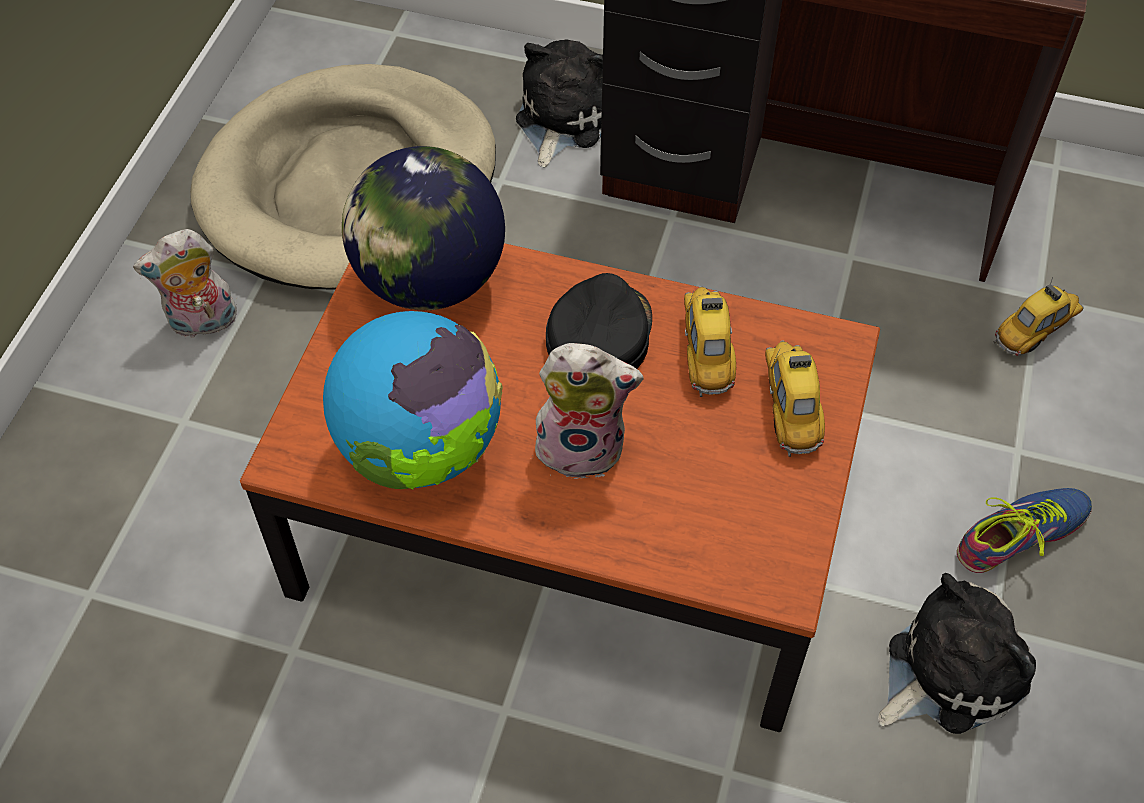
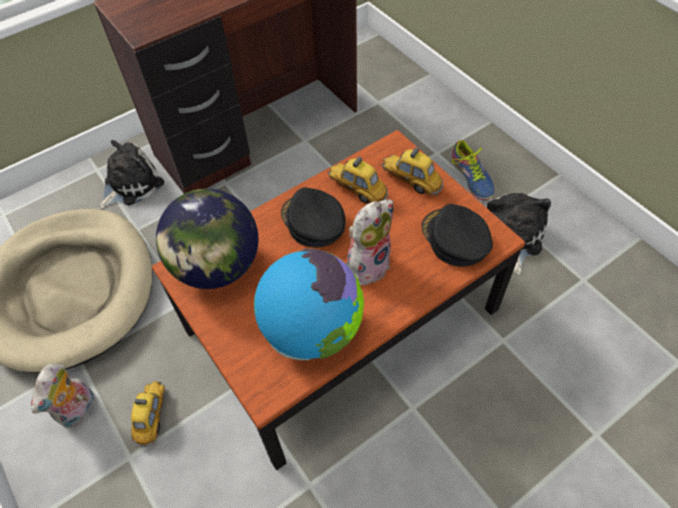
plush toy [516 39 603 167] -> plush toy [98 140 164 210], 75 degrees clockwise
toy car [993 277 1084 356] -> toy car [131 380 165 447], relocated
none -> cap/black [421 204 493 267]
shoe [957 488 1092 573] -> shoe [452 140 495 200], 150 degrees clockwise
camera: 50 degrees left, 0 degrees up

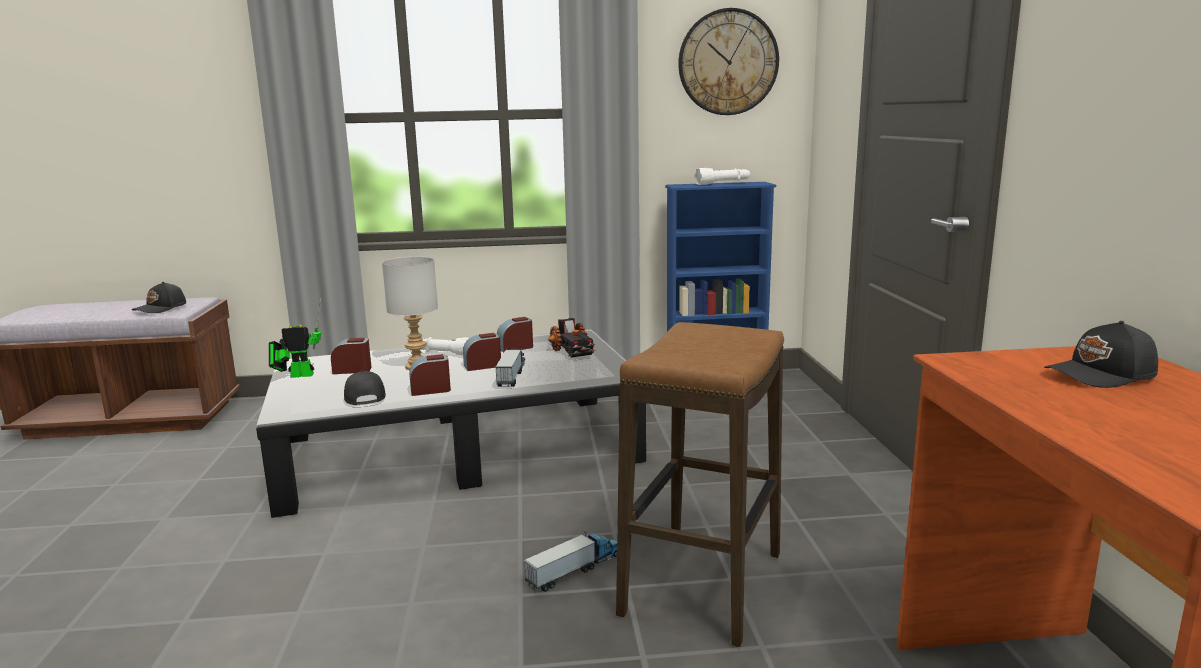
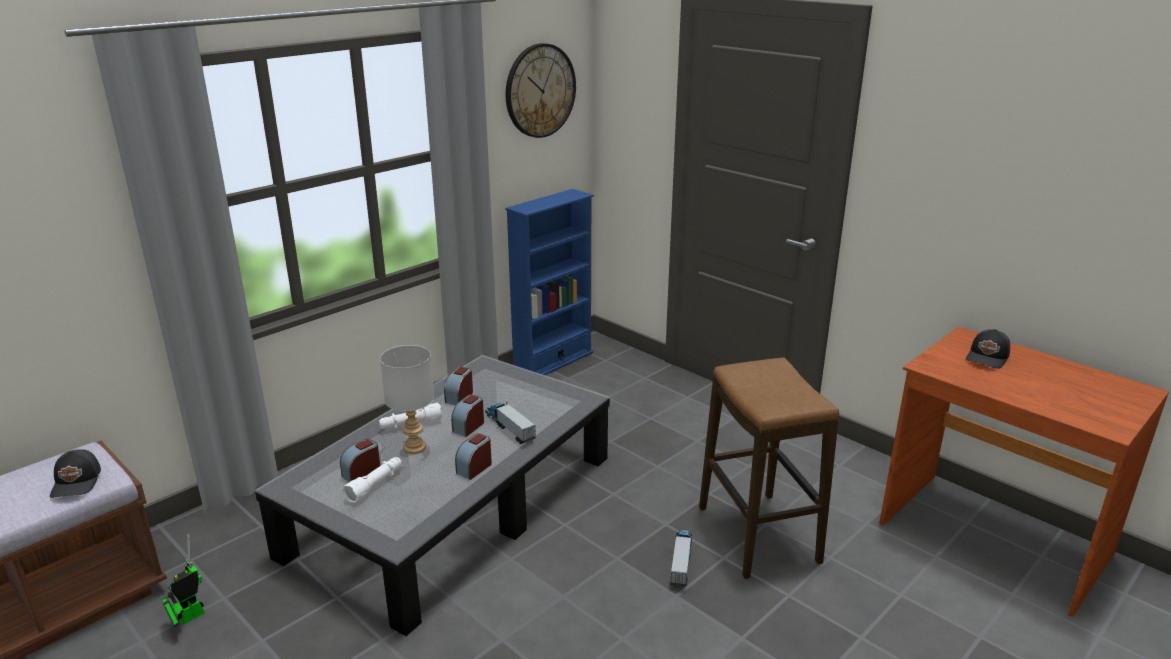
toy robot [269 299 321 378] -> toy robot [161 534 205 627], relocated
flashlight/white [694 168 750 185] -> flashlight/white [342 457 402 503], relocated
cap/black [344 370 386 405] -> none
toy truck [548 318 596 358] -> none
camera: 40 degrees left, 10 degrees up

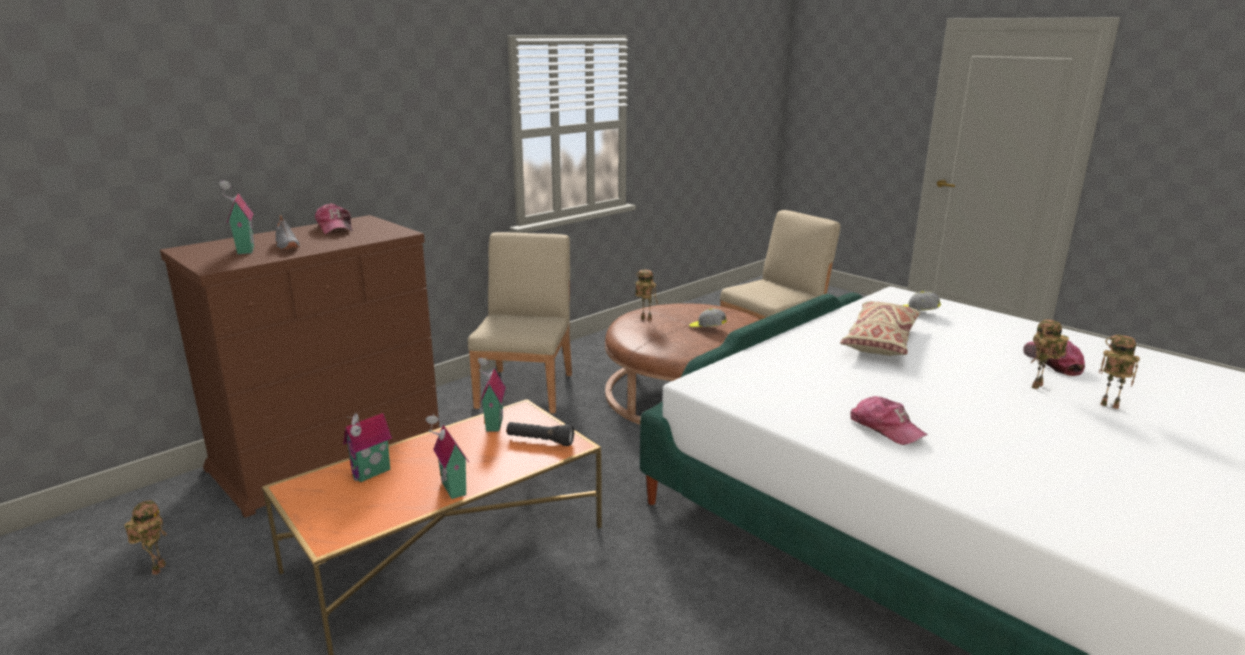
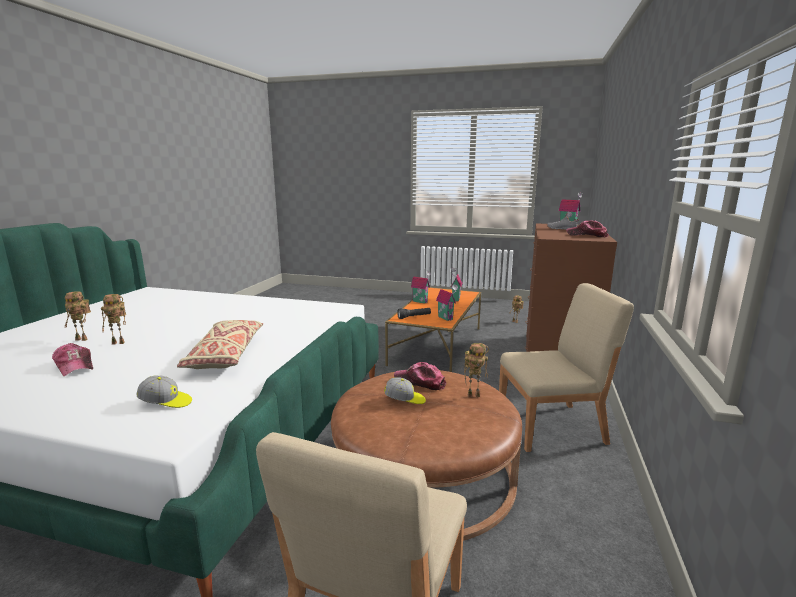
toy robot [1031 319 1069 389] -> toy robot [101 294 126 345], 60 degrees clockwise
cap [850 396 927 445] -> cap [394 362 446 390], relocated
chair/beige [468 232 572 414] -> chair/beige [499 283 634 452], 75 degrees counterclockwise
camera: 150 degrees right, 5 degrees down

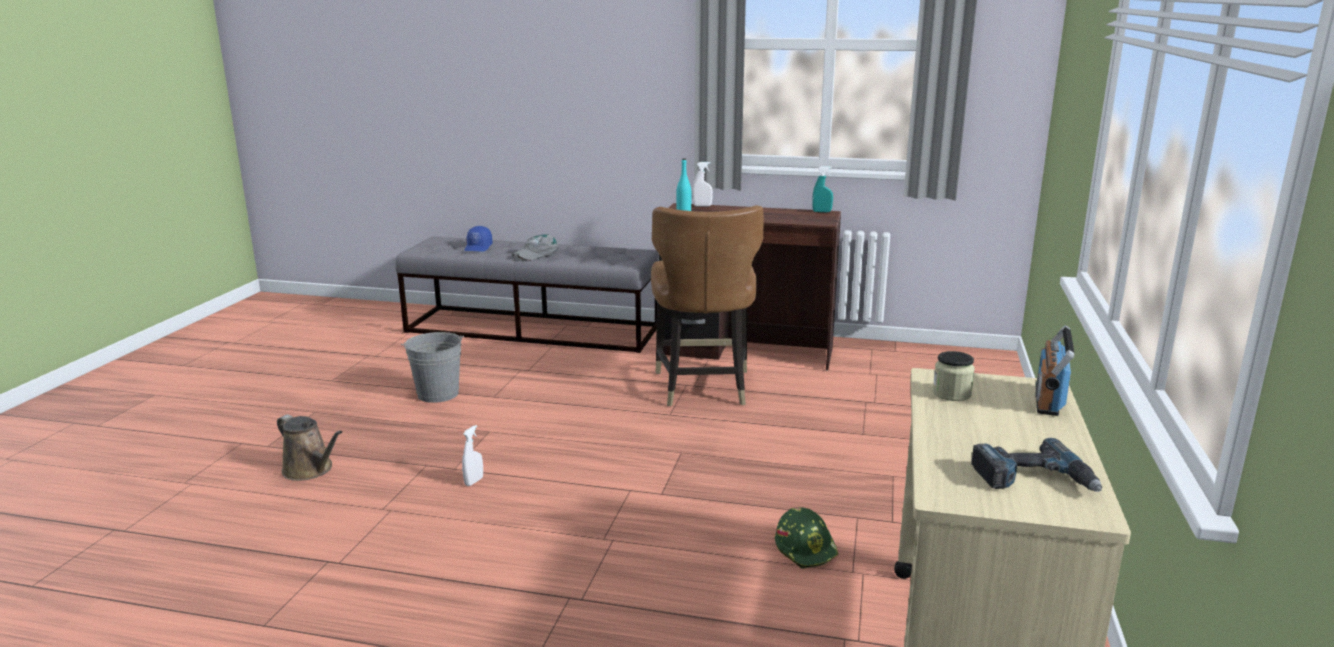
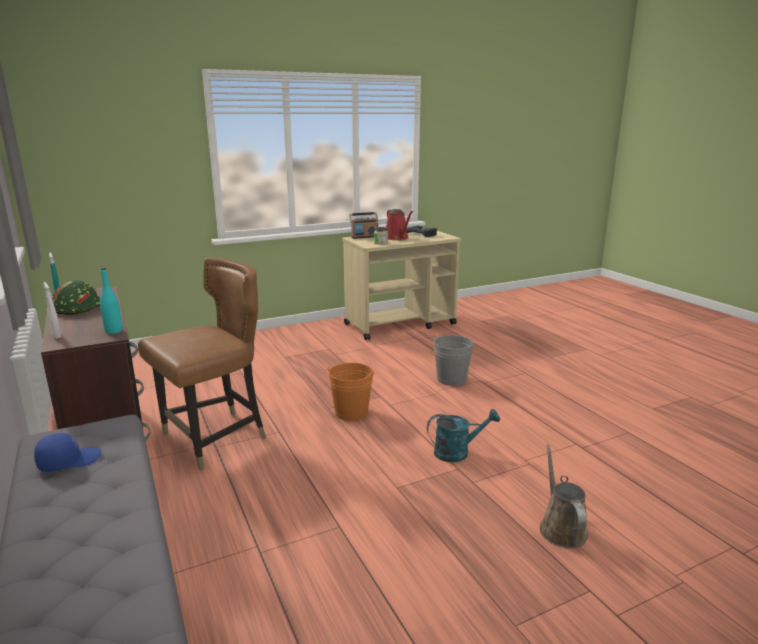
cap/blue [464 226 492 252] -> cap/blue [34 433 101 472], relocated
hard hat/green [775 507 838 569] -> hard hat/green [52 280 101 315], relocated
none -> bucket/orange [326 363 375 421]
none -> watering can/red [386 209 413 240]
spray bottle/white [462 425 483 486] -> watering can/turquoise [427 409 500 462]
bucket/grey [401 332 464 403] -> bucket/grey [432 335 474 386], relocated
cap/grey [512 234 559 261] -> none
camera: 130 degrees left, 0 degrees up

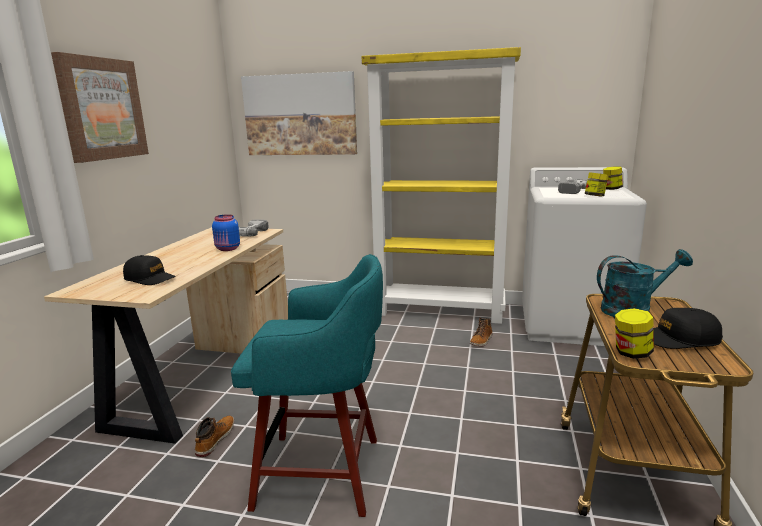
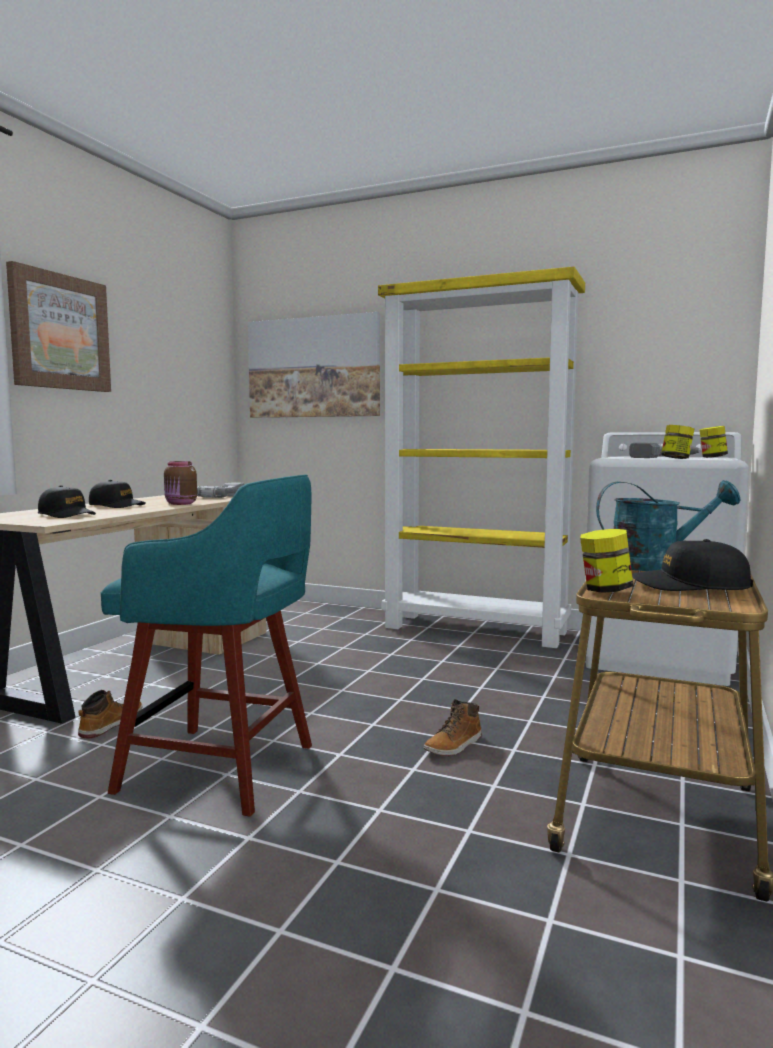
none -> cap/black [89 480 146 508]
jar/blue [212 214 240 251] -> jar/brown [164 461 197 505]
boot [470 318 493 346] -> boot [424 699 482 756], relocated
camera: 10 degrees right, 10 degrees down

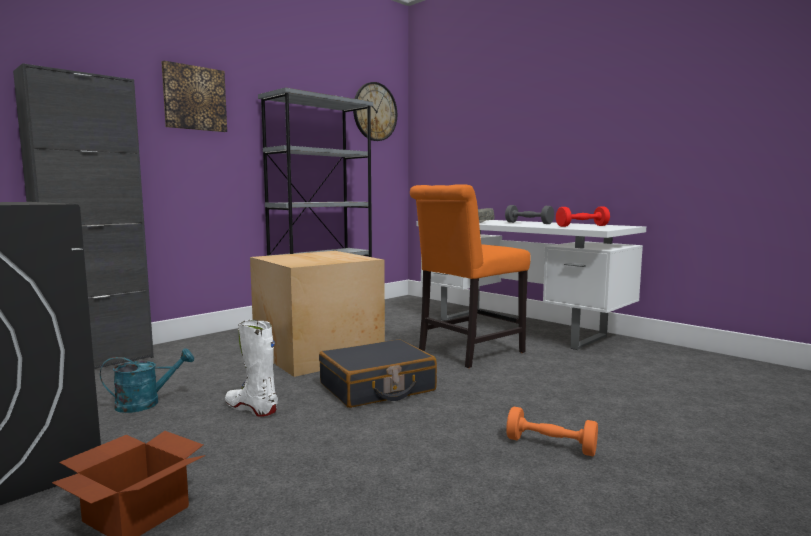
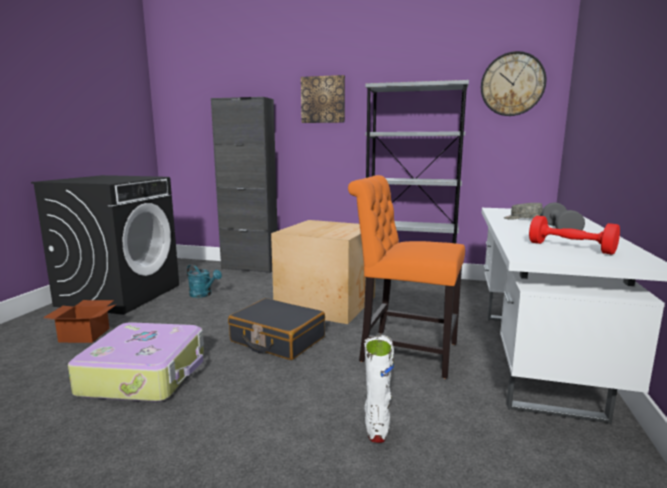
none -> suitcase [68 322 204 402]
boot/white [225 319 278 417] -> boot/white [364 335 394 443], relocated
dumbbell/orange [506 407 598 456] -> none
camera: 60 degrees right, 5 degrees up

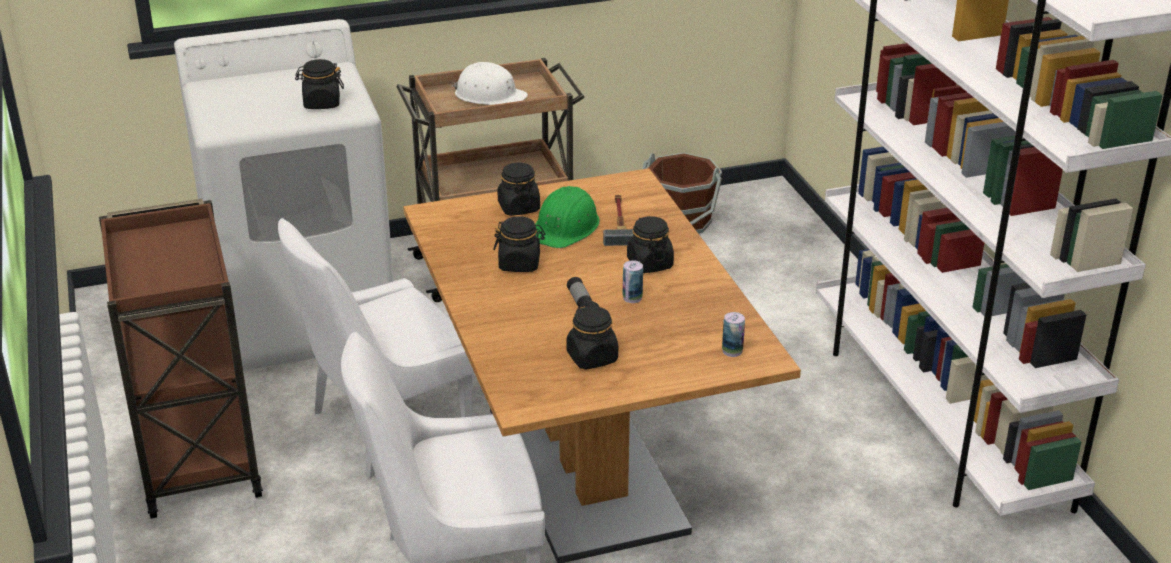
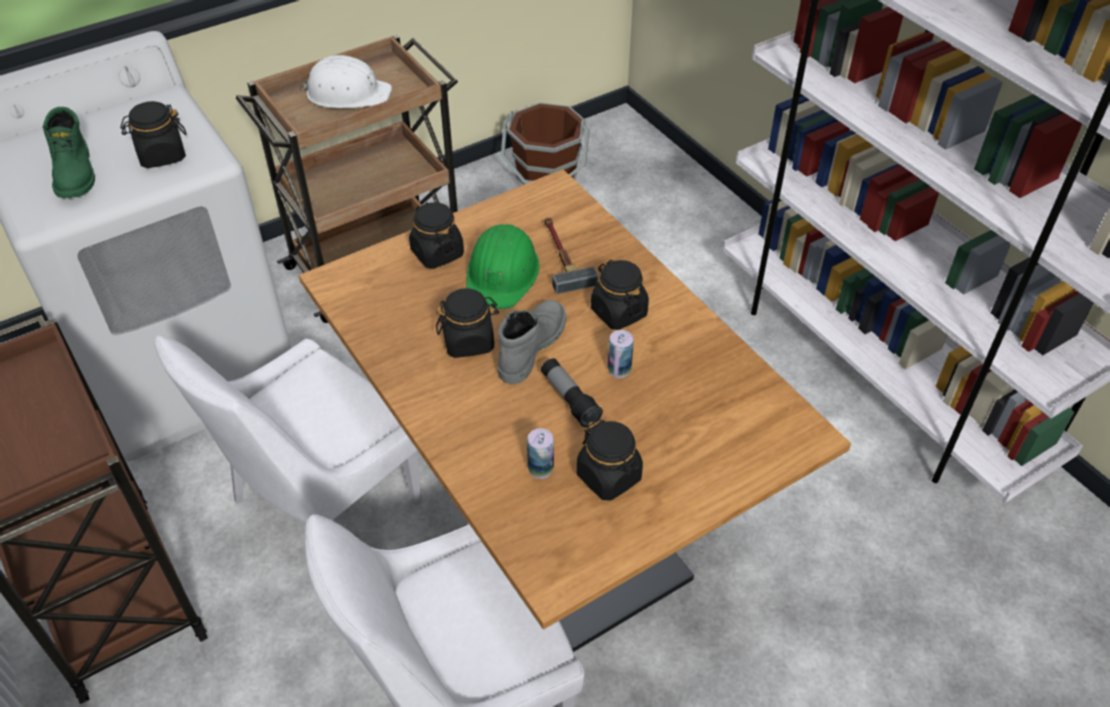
none -> boot/green [42 107 95 198]
none -> boot/grey [498 300 566 384]
can [722 312 745 357] -> can [527 428 554 479], relocated
camera: 15 degrees left, 15 degrees up

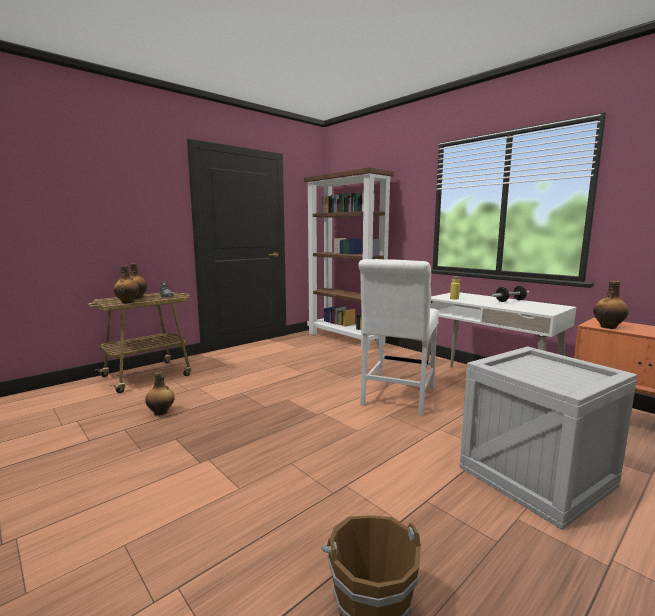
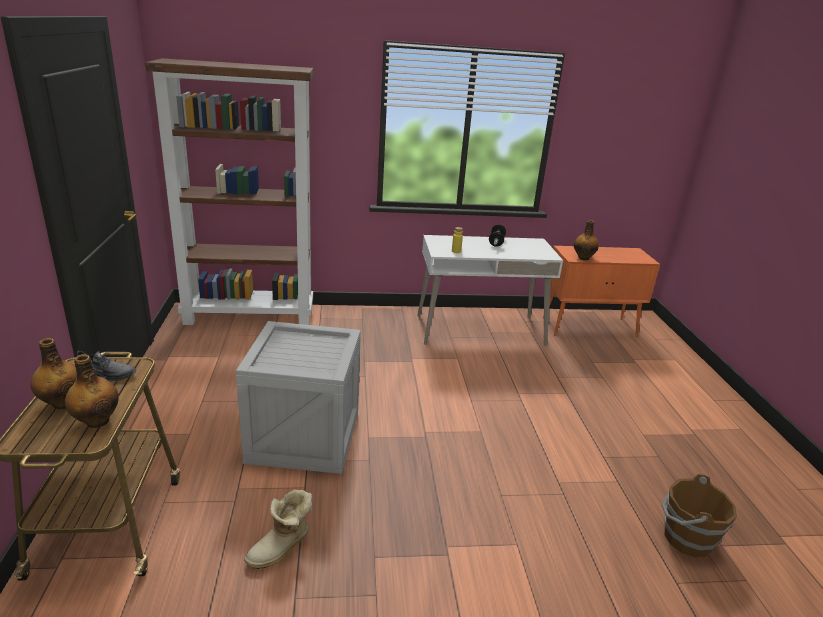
crate [460 347 637 530] -> crate [236 321 361 474], relocated
bottle [145 371 175 415] -> boot [244 489 312 569]
chair/white [358 259 439 416] -> none
camera: 55 degrees left, 15 degrees up

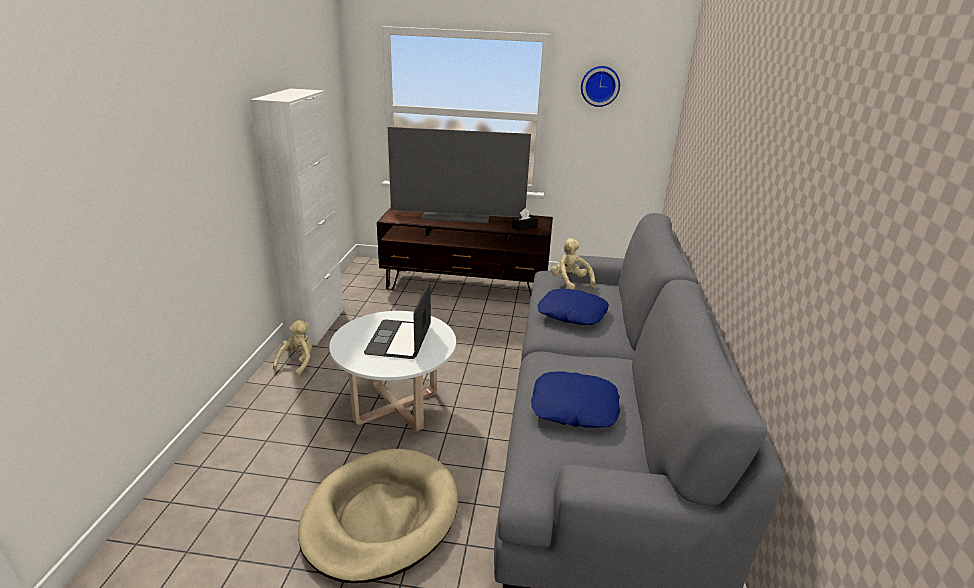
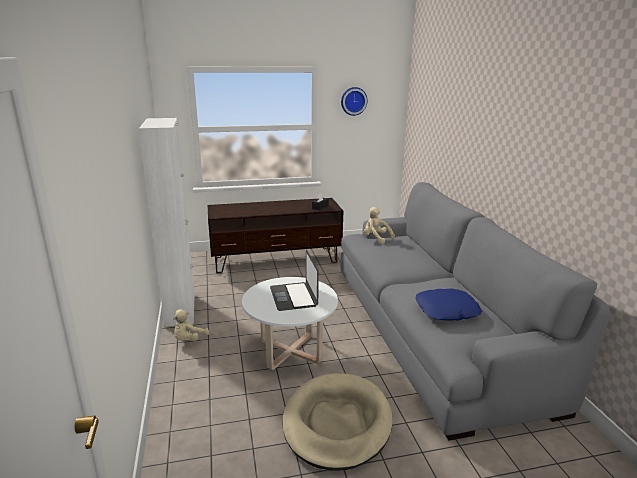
plush toy/beige [273 320 312 377] -> plush toy/beige [173 309 209 341], 150 degrees counterclockwise
television [388 127 531 223] -> none
pillow/blue [538 289 609 325] -> none
camera: 20 degrees left, 5 degrees down

